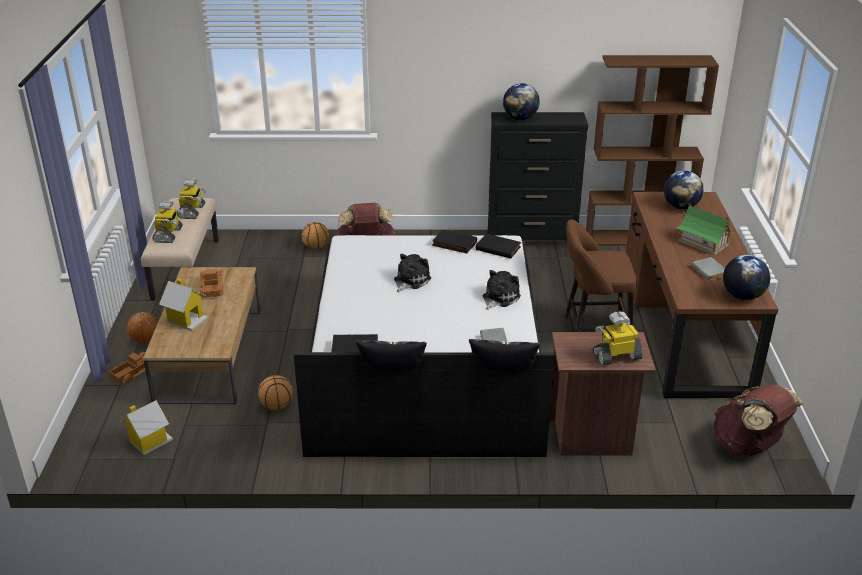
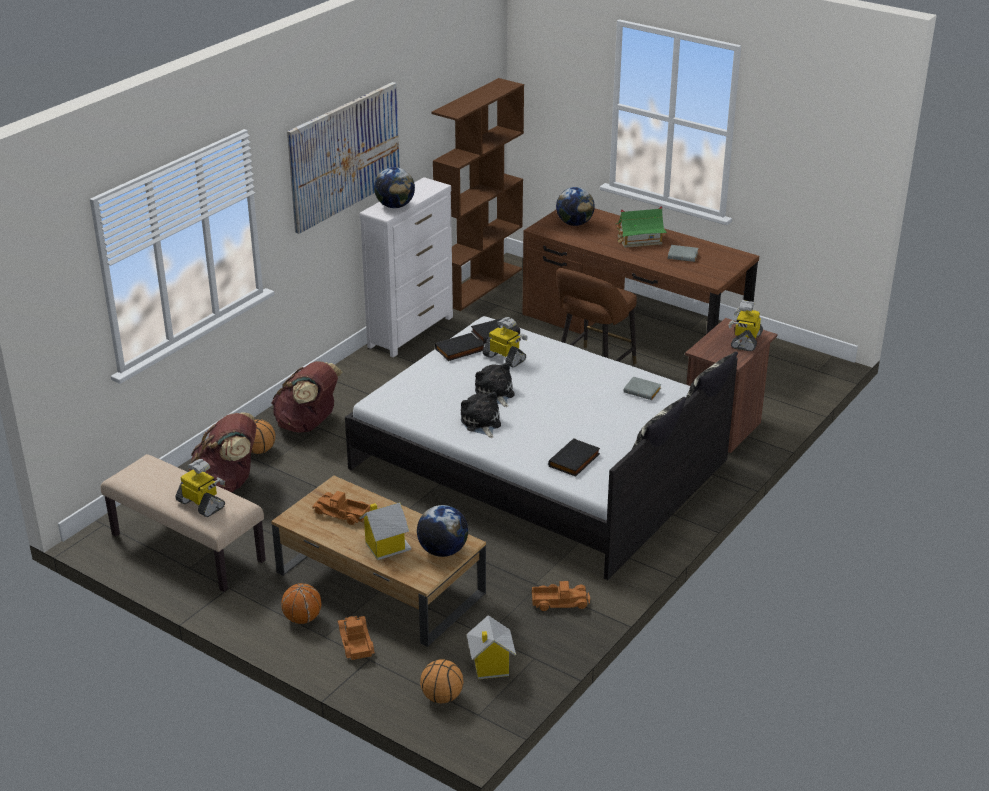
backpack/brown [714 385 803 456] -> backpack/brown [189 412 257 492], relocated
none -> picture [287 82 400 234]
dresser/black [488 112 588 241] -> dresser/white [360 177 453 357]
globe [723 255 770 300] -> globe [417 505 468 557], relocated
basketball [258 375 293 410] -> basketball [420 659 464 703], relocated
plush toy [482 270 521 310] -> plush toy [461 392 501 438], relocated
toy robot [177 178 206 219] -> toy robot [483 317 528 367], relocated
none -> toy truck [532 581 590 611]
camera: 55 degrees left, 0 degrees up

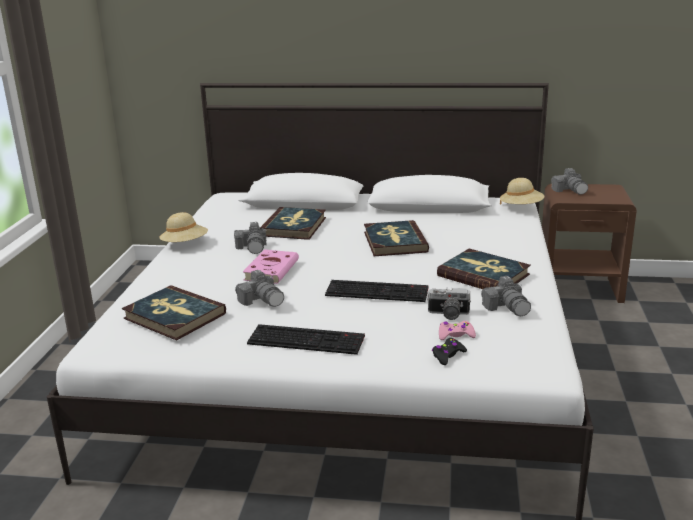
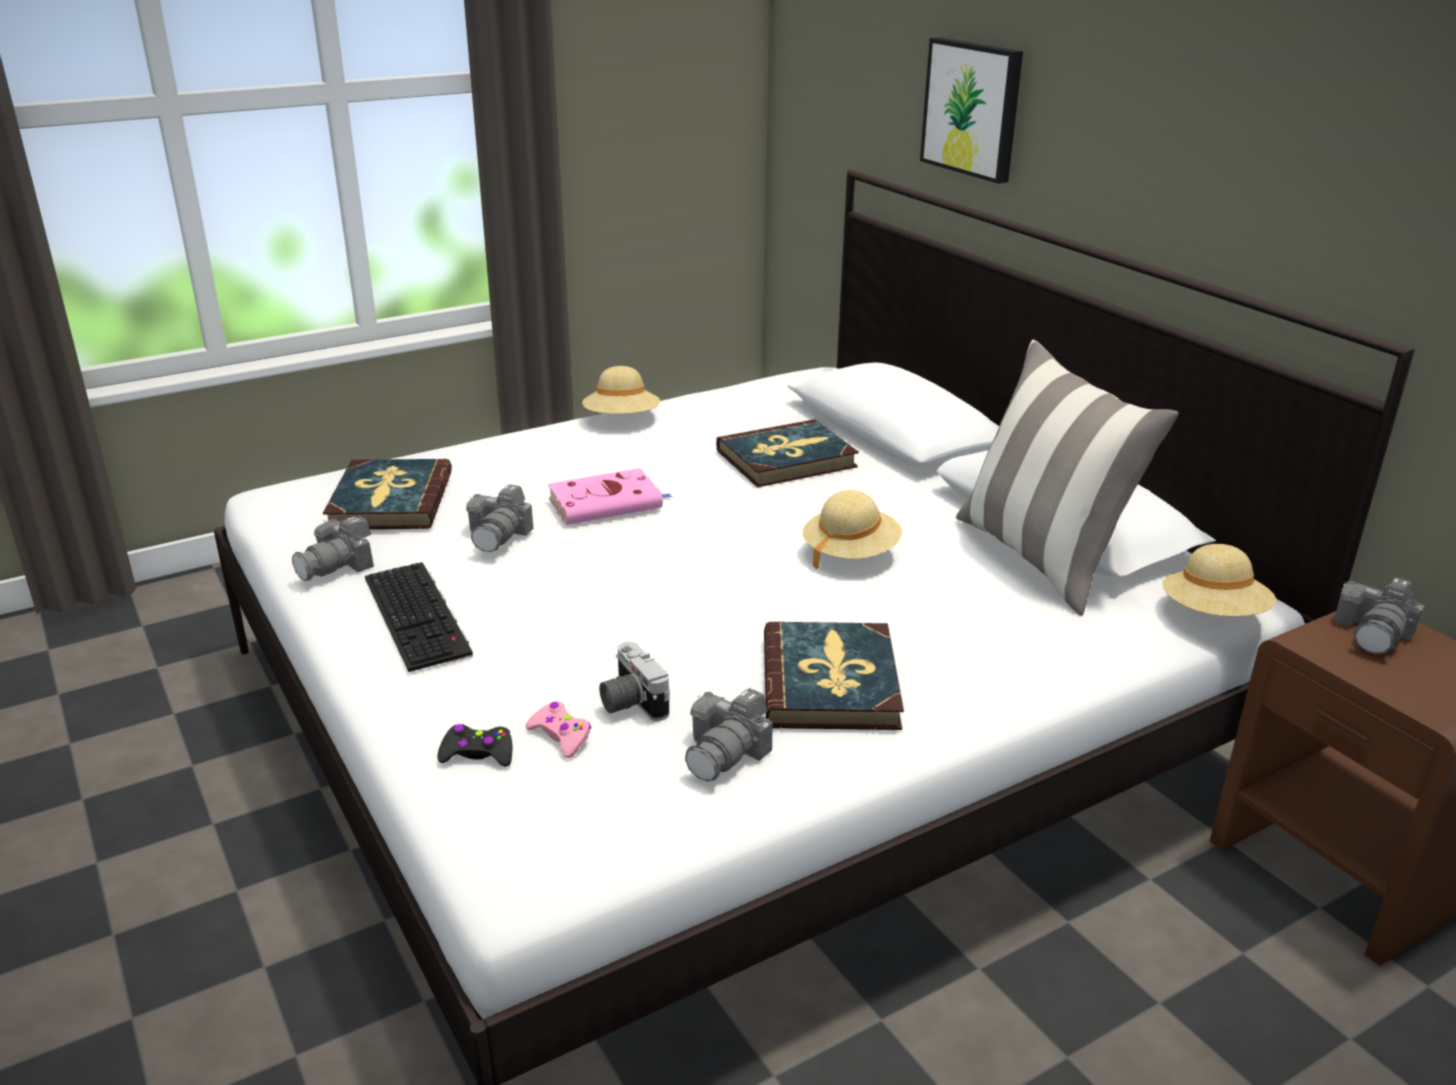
photo camera [234 222 267 254] -> photo camera [292 516 374 581], relocated
book [364 220 429 256] -> hat/beige [803 490 902 570]
none -> picture [920 37 1023 184]
none -> pillow [956 340 1179 616]
keyboard [325 280 429 302] -> none
camera: 50 degrees right, 5 degrees up

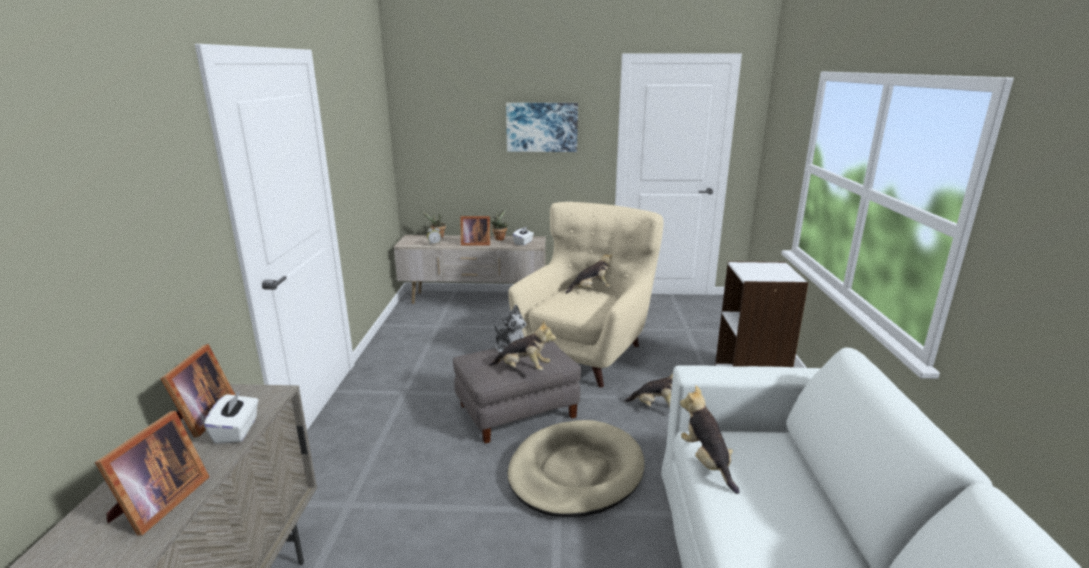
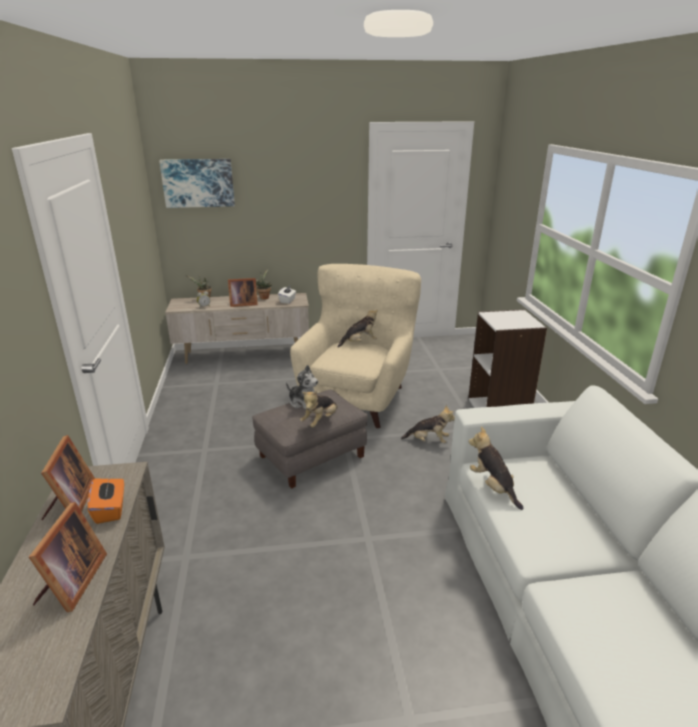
tissue box/white [204 391 258 444] -> tissue box/orange [88 474 124 524]
picture [506 103 578 152] -> picture [159 159 235 208], relocated
plush toy [489 320 556 371] -> plush toy [300 391 338 427], 120 degrees clockwise
dog bed/beige [508 420 645 517] -> none
camera: 10 degrees left, 5 degrees up

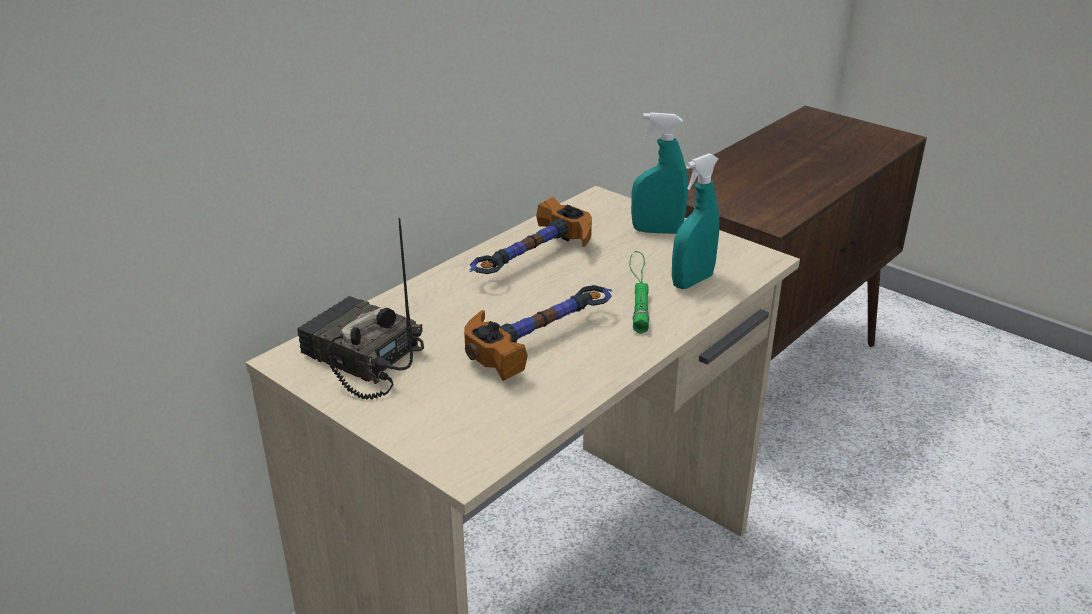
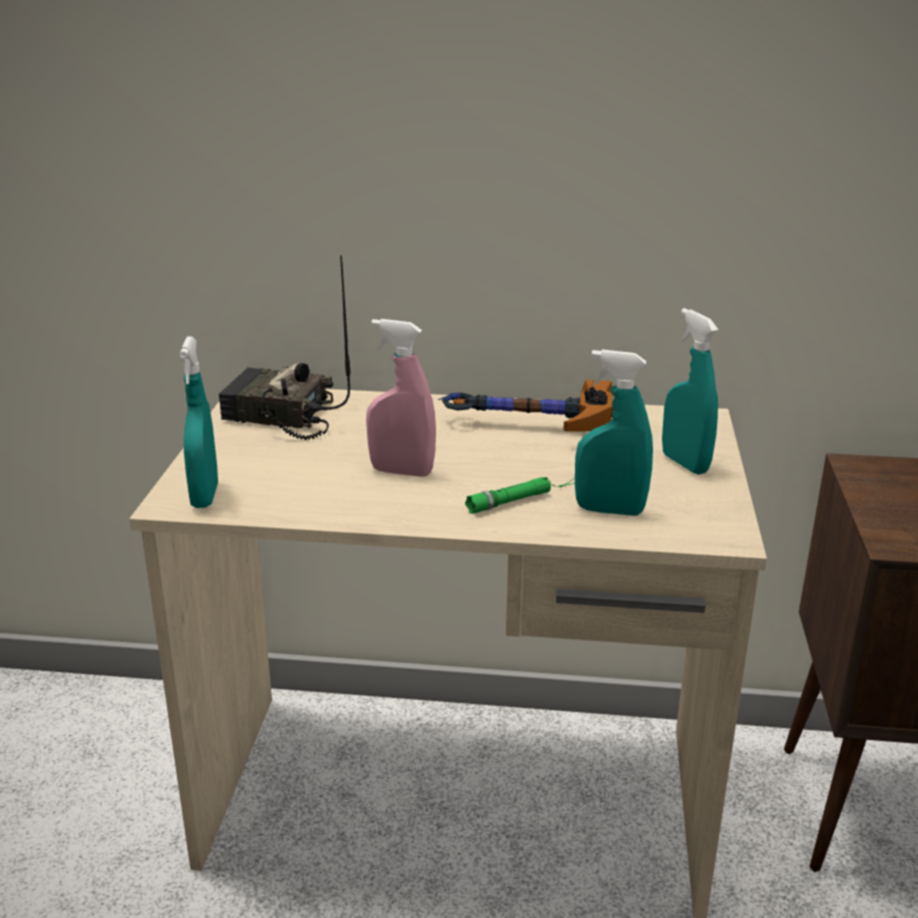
none -> spray bottle/turquoise [180 336 218 508]
radio [297 218 424 400] -> radio [219 255 350 440], 75 degrees counterclockwise
hammer [464 285 612 381] -> spray bottle/pink [366 319 436 477]
camera: 55 degrees right, 5 degrees down

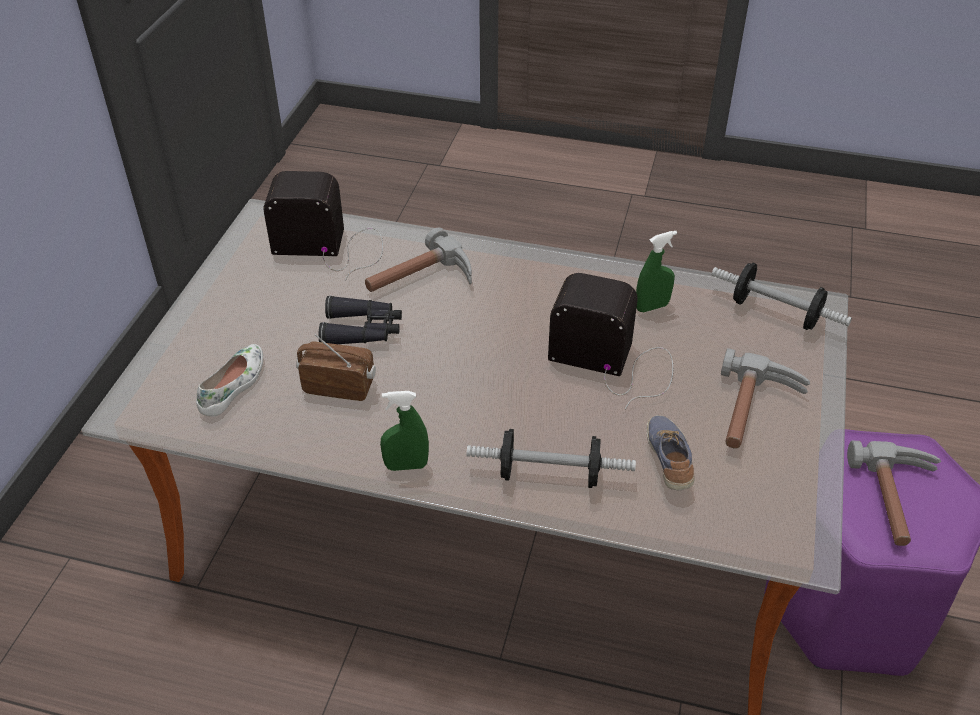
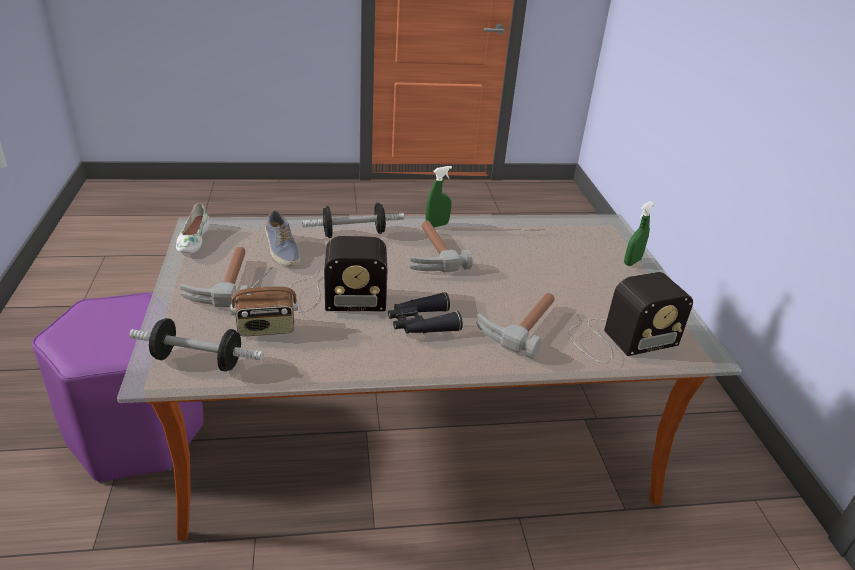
shoe/white [196 344 263 417] -> shoe/white [176 203 209 253], relocated
radio [296 334 376 401] -> radio [231 267 298 336], relocated
binoculars/black [319 295 402 344] -> binoculars/black [388 292 463 334], relocated
hammer [847 441 941 546] -> hammer [409 221 473 272], relocated
spray bottle/green [636 231 677 312] -> spray bottle/green [624 201 654 266], relocated
camera: 155 degrees right, 10 degrees down

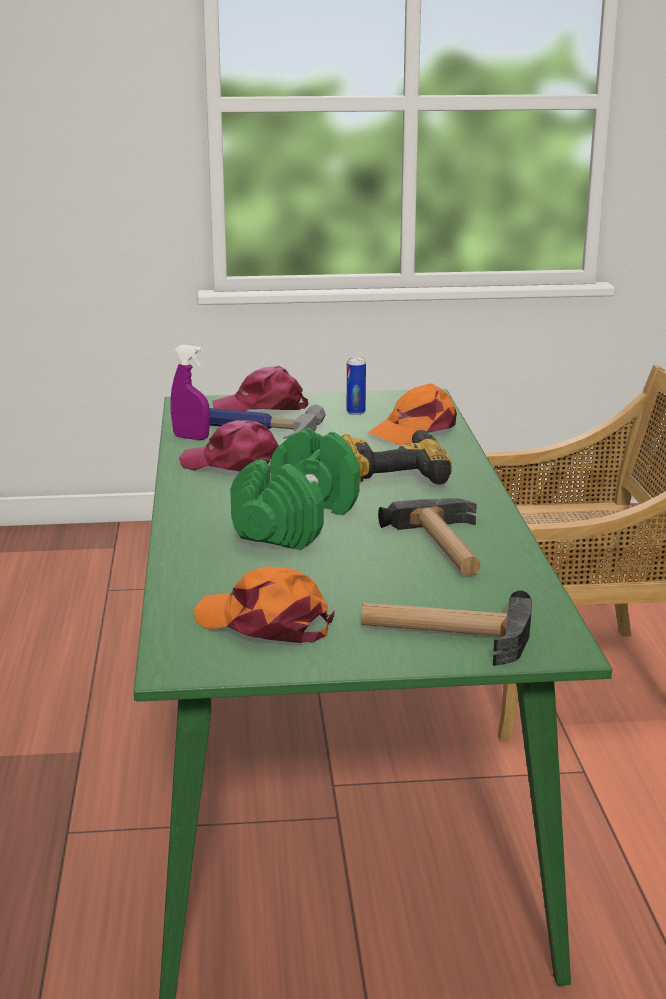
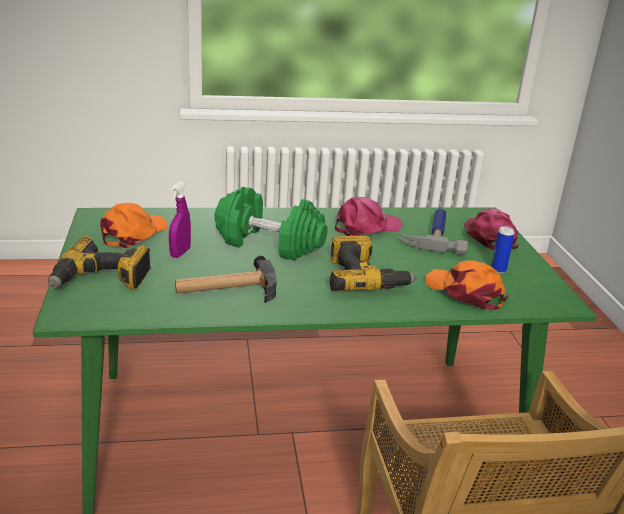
hammer [361 590 532 666] -> power drill [48 236 151 289]
spray bottle/purple [171 345 210 440] -> spray bottle/purple [169 181 191 258], relocated
cap/pink [179 420 279 473] -> cap/pink [335 197 403 236], 45 degrees clockwise
camera: 85 degrees right, 5 degrees up

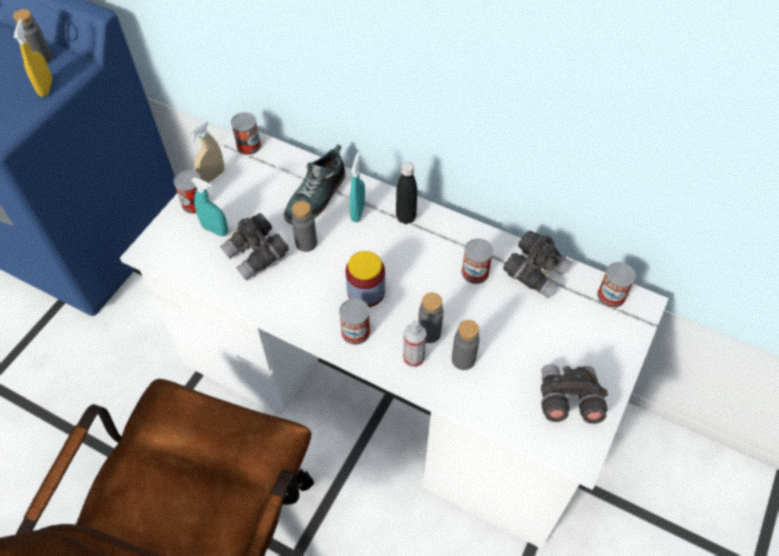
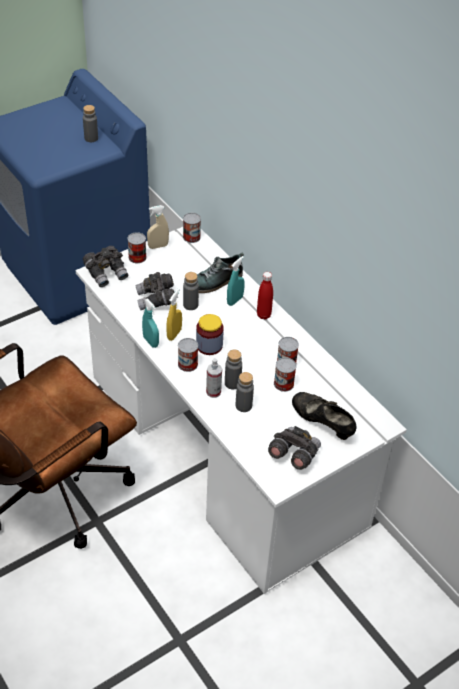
binoculars/grey [503 230 572 299] -> binoculars/grey [83 246 128 287], relocated
spray bottle/turquoise [191 178 228 236] -> spray bottle/turquoise [142 299 159 348], relocated
spray bottle/yellow [14 19 52 97] -> spray bottle/yellow [166 289 182 341], relocated
bottle/black [396 162 417 224] -> bottle/red [257 272 273 319]
can [597 262 636 308] -> can [274 357 296 392], relocated
none -> shoe/black [292 392 357 440]
camera: 25 degrees right, 10 degrees down

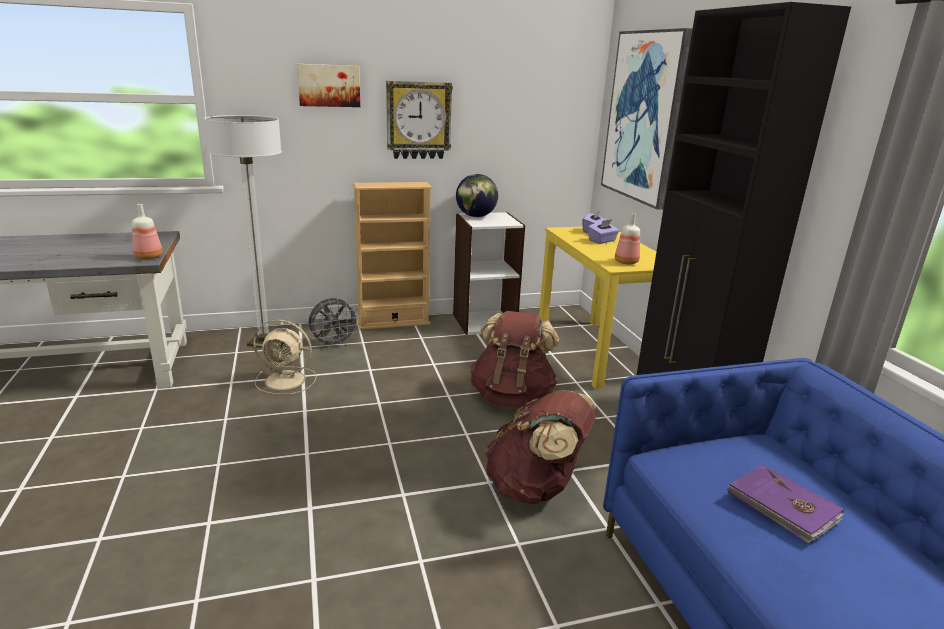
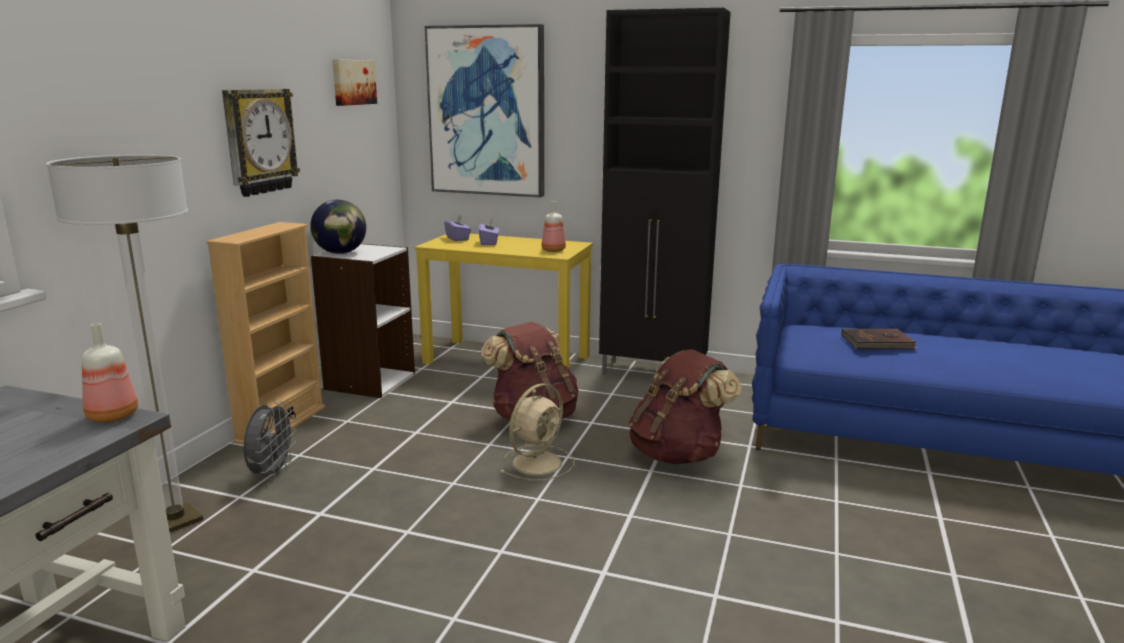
picture [297 64 360 107] -> picture [332 59 377 106], relocated
fan/beige [253 319 316 395] -> fan/beige [500 383 575 481], relocated
book/purple [726 464 844 543] -> book/brown [841 329 919 349]
camera: 55 degrees left, 5 degrees down

